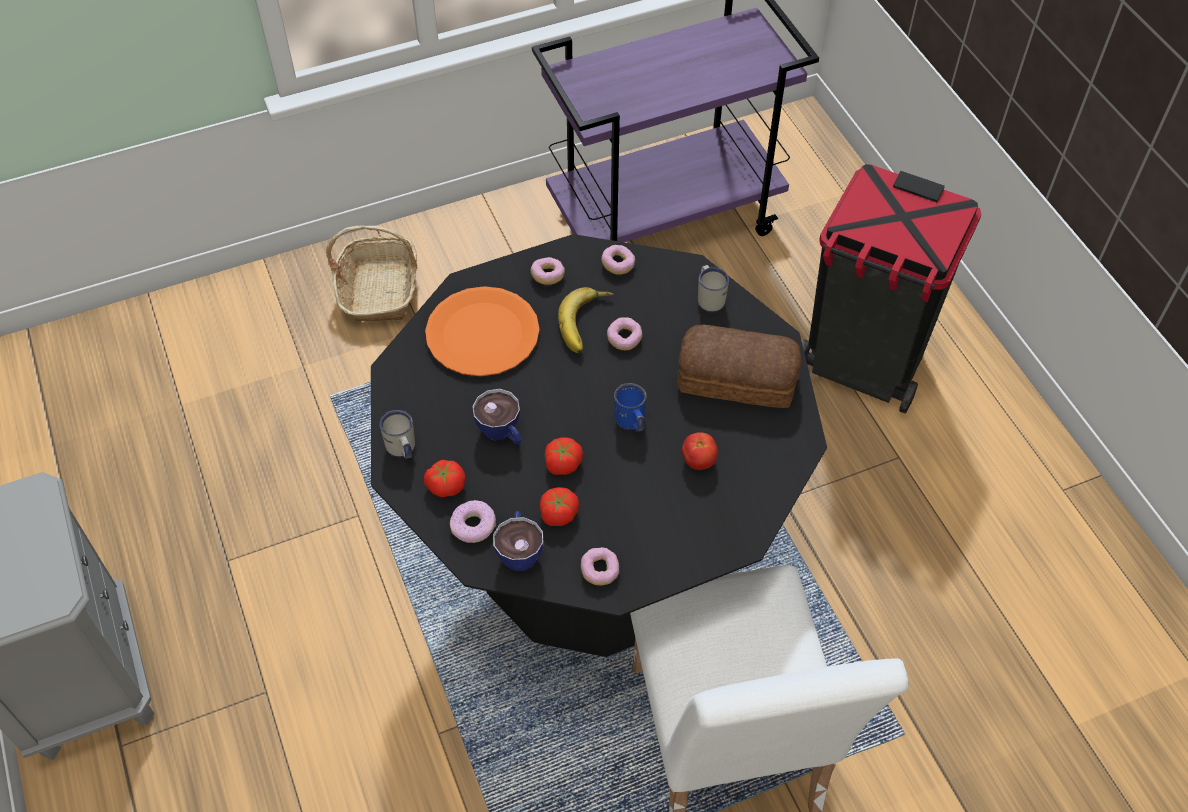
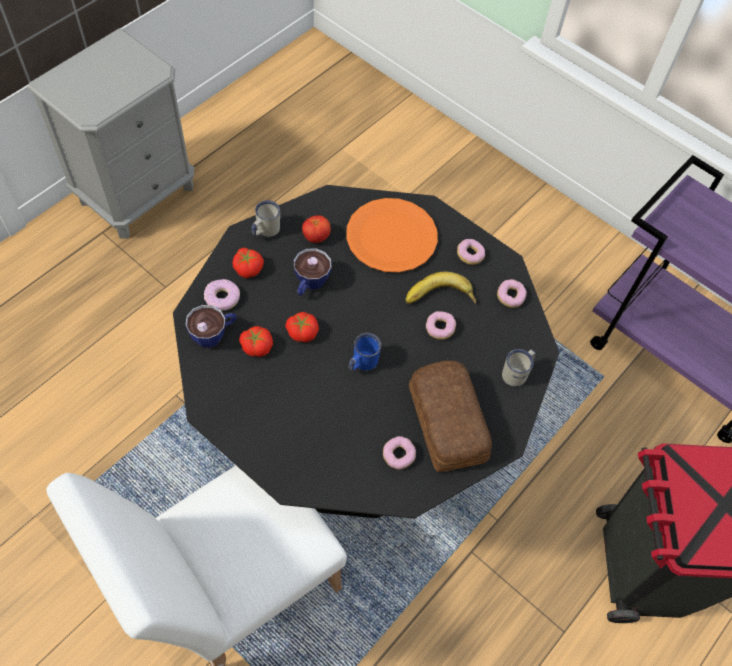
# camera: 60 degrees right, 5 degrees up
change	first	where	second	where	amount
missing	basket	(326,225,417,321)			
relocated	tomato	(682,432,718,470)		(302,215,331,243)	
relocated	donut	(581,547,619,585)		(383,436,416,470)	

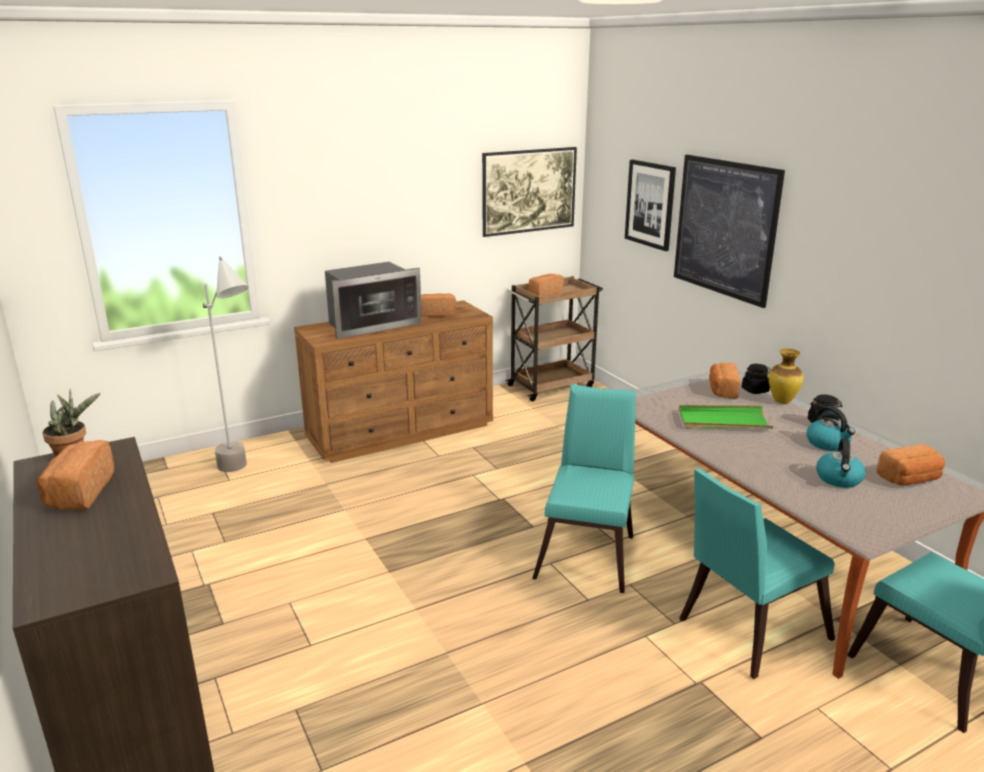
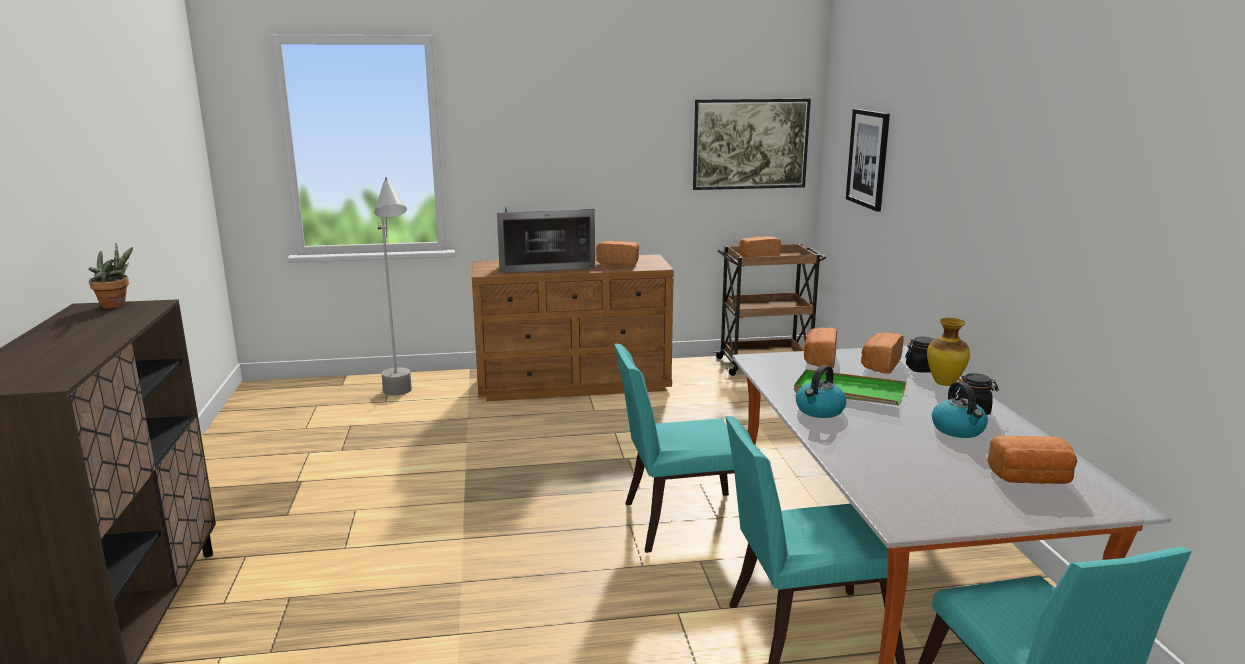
# camera: 20 degrees right, 5 degrees down
change	first	where	second	where	amount
missing	picture	(674,155,785,308)			
spun	turquoise chair	(532,384,636,593)		(614,344,734,553)	135 degrees counterclockwise
relocated	kettle	(816,438,866,488)		(796,365,846,418)	
relocated	bread	(36,440,114,510)		(804,327,837,368)	

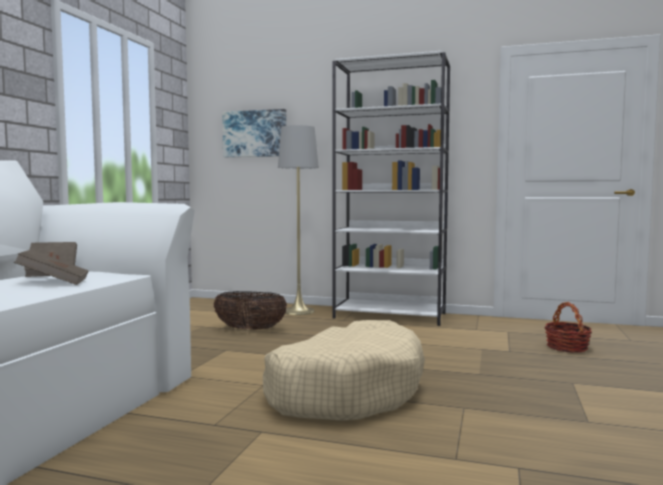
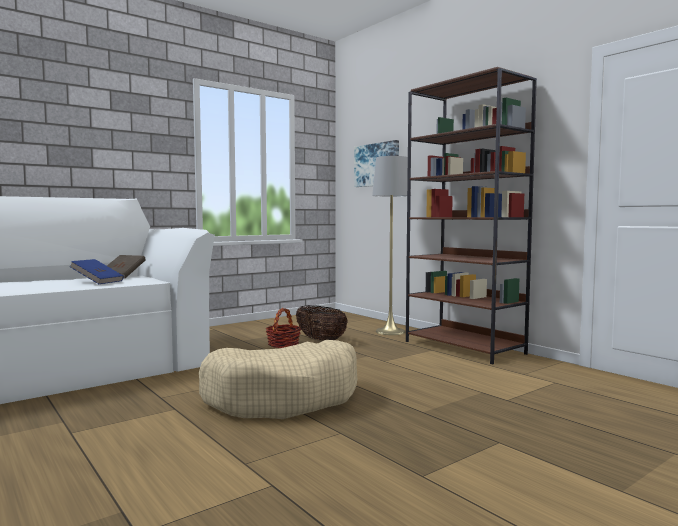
# camera: 35 degrees right, 0 degrees up
change	first	where	second	where	amount
colour	white bookcase	(332,51,450,326)	brown bookcase	(406,67,537,364)	
colour	brown book	(14,250,89,285)	blue book	(70,259,124,284)	
relocated	basket	(545,302,592,352)		(266,308,301,348)	

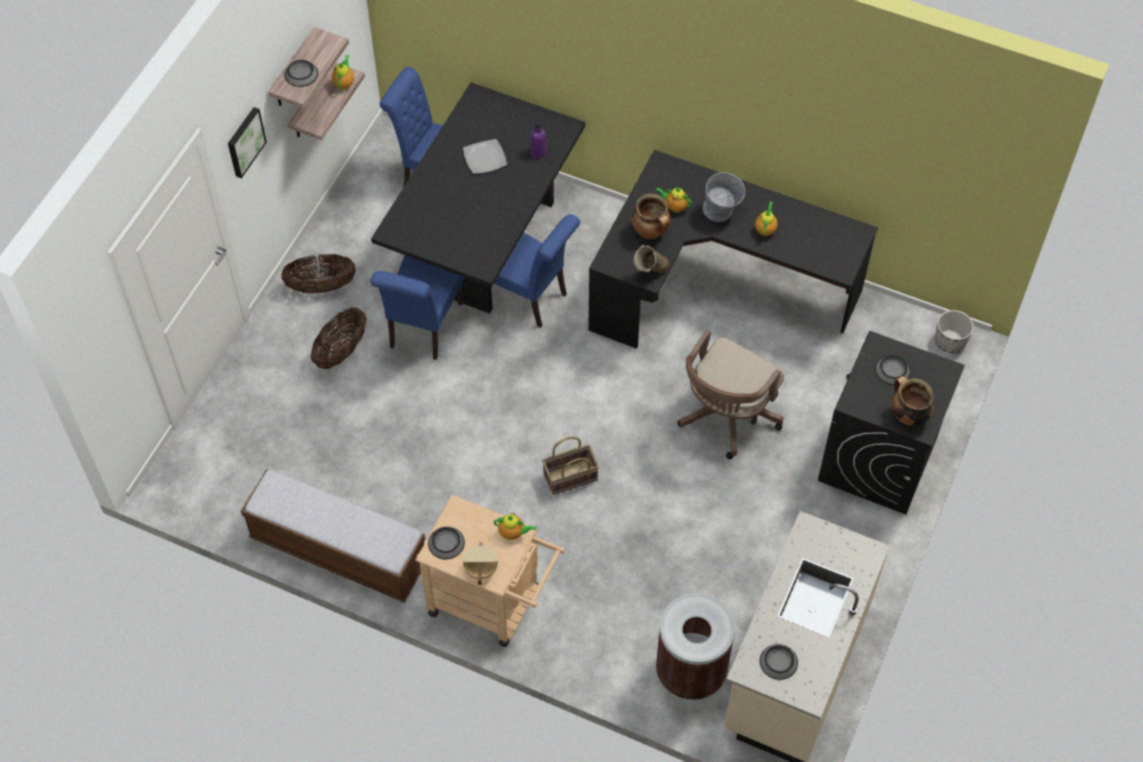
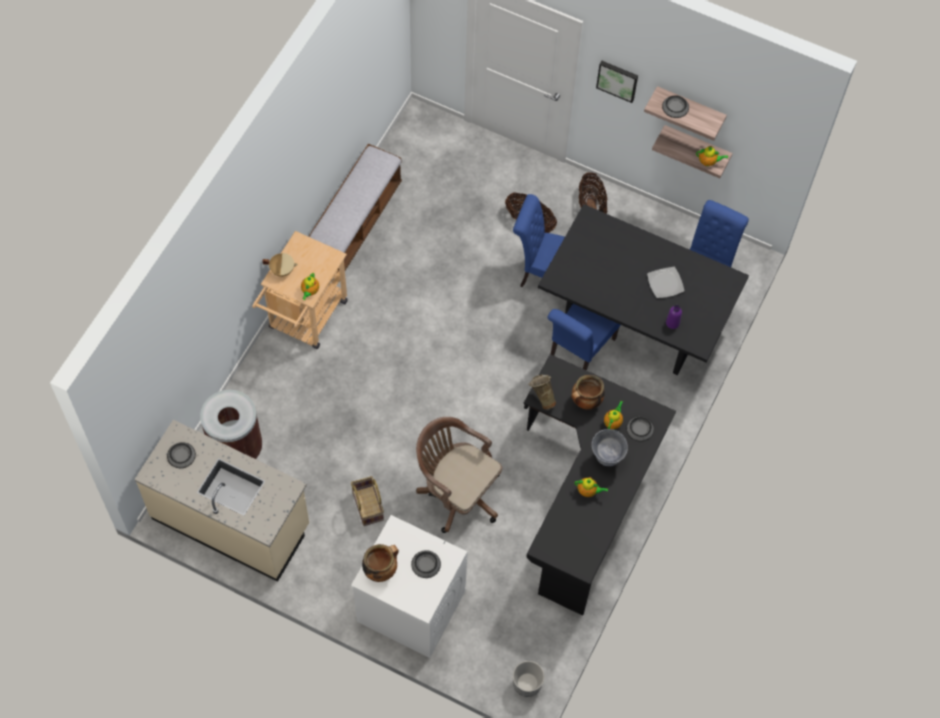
# camera: 90 degrees right, 5 degrees up
change	first	where	second	where	amount
colour	black washing machine	(818,331,965,515)	white washing machine	(351,515,468,658)	
relocated	basket	(542,437,599,495)		(351,476,384,526)	
relocated	bowl	(428,527,465,559)		(626,416,654,442)	

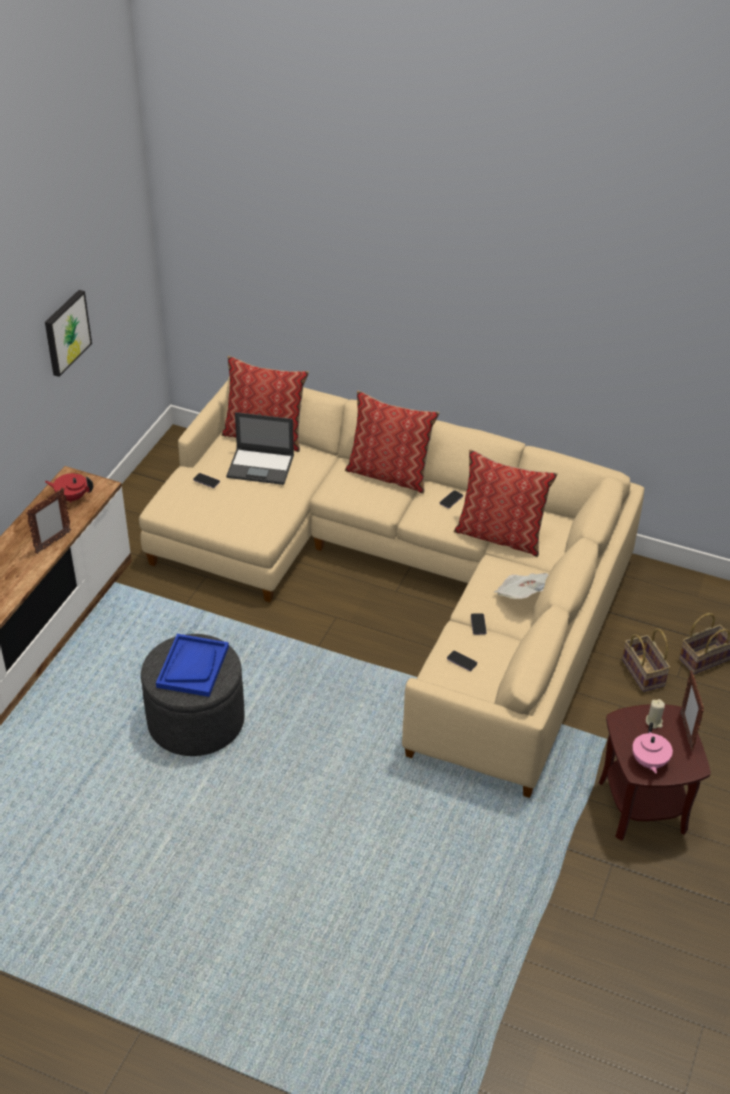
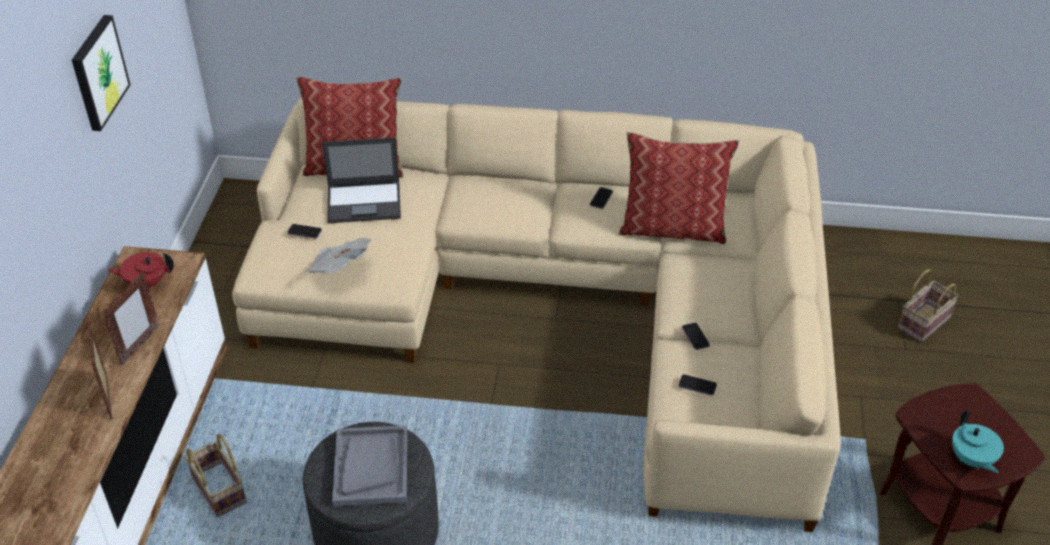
# camera: 15 degrees left, 0 degrees up
change	first	where	second	where	amount
missing	pillow	(345,391,440,494)			
relocated	newspaper	(494,573,549,599)		(305,238,372,274)	
relocated	basket	(622,629,670,692)		(185,434,247,517)	
colour	blue tray	(156,634,229,697)	grey tray	(332,425,407,506)	
relocated	picture frame	(681,671,704,751)		(87,321,113,419)	
missing	beige candle	(646,699,665,729)			
colour	pink teapot	(632,722,673,773)	turquoise teapot	(952,411,1004,473)	

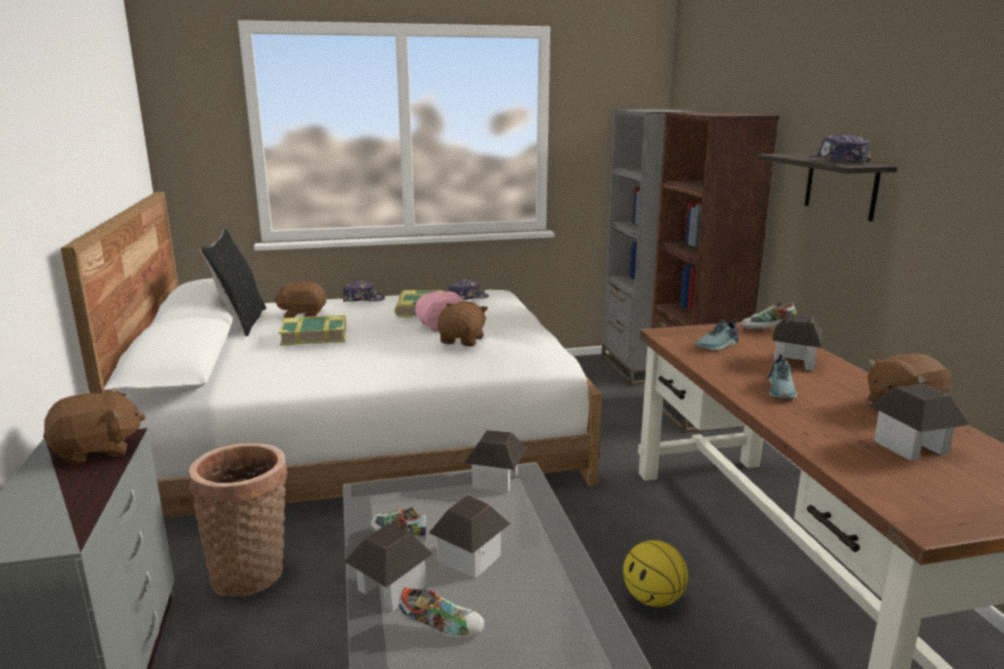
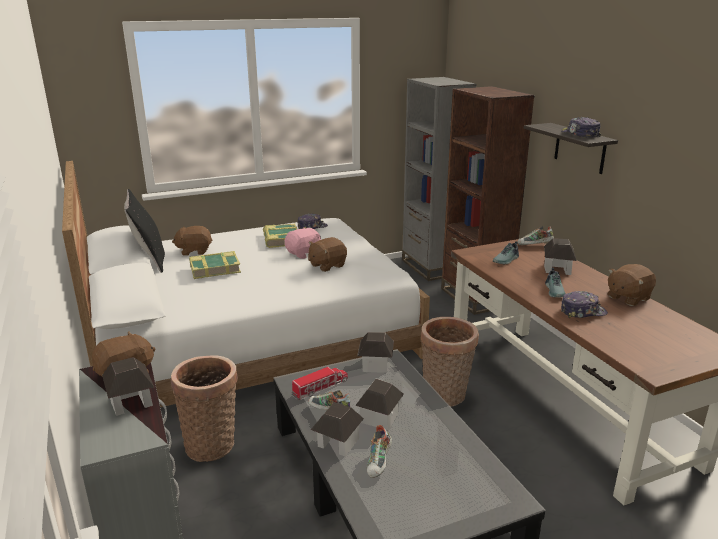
# camera: 10 degrees left, 5 degrees up
change	first	where	second	where	amount
relocated	cap	(343,281,385,302)		(561,291,608,318)	
spun	brown plush toy	(438,301,488,347)		(308,237,347,272)	135 degrees counterclockwise
relocated	toy house	(870,383,969,461)		(102,357,154,416)	
missing	basketball	(623,540,688,607)			
spun	shoe	(398,587,485,639)		(367,425,392,478)	105 degrees clockwise
appeared			basket	(421,317,479,407)	
appeared			toy truck	(291,367,348,400)	

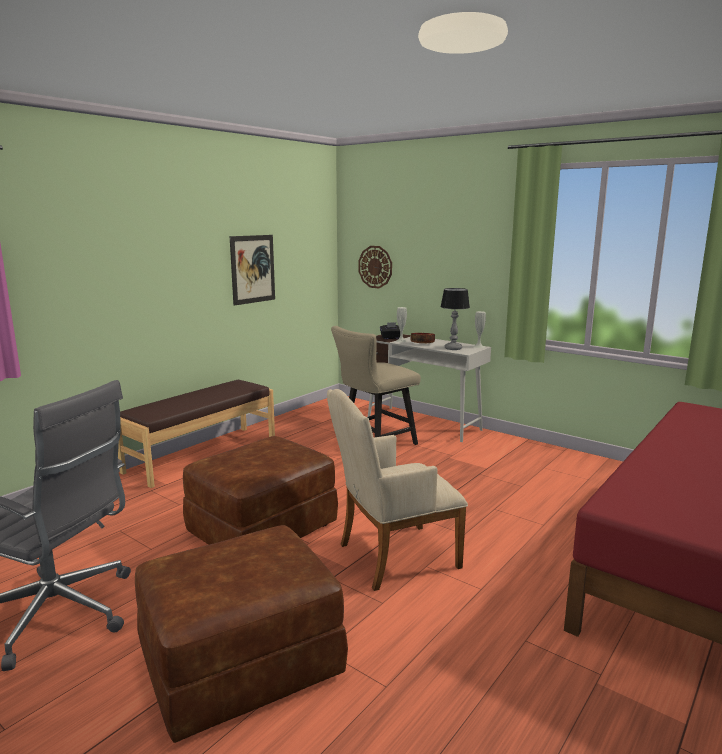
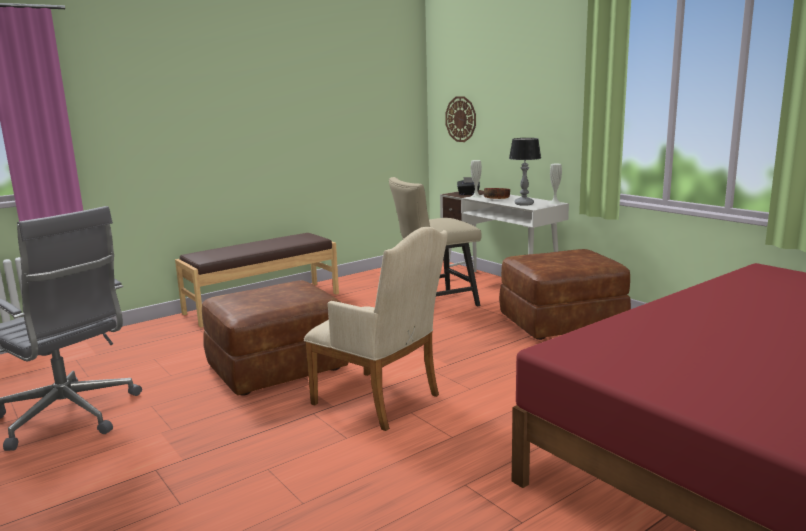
# camera: 15 degrees right, 0 degrees up
change	first	where	second	where	amount
missing	picture	(230,235,275,306)			
spun	beige armchair	(327,389,468,591)		(304,227,448,431)	135 degrees counterclockwise
relocated	brown ottoman	(135,525,348,743)		(499,249,631,340)	

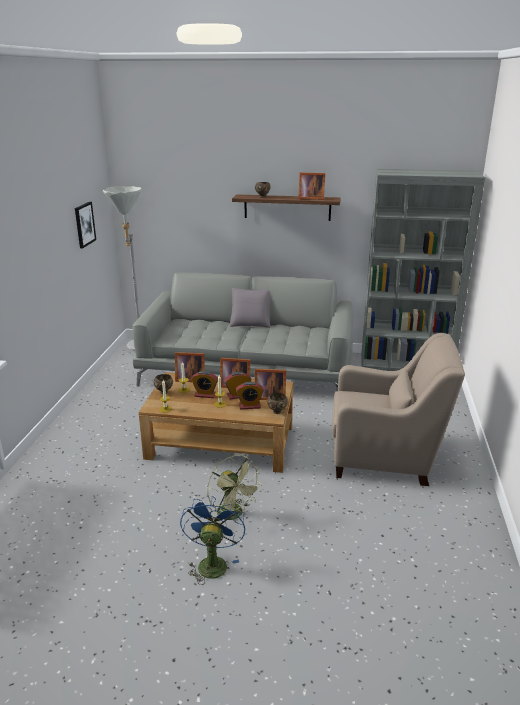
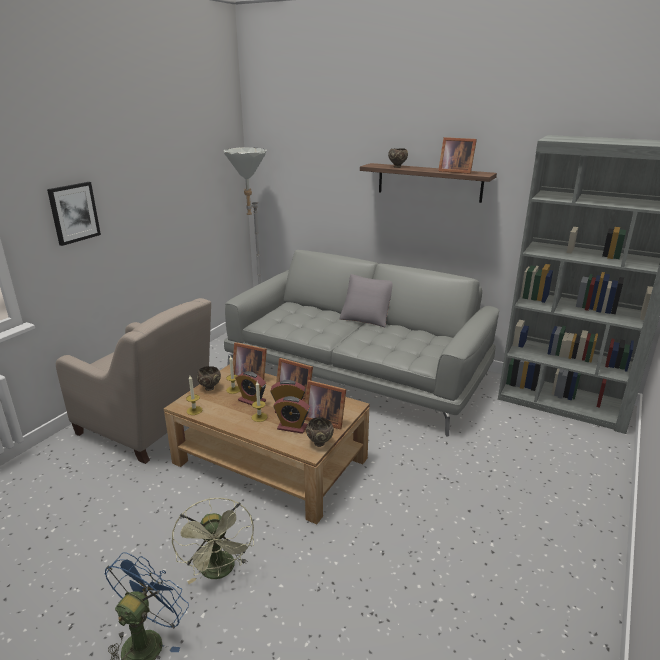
# camera: 20 degrees right, 0 degrees up
change	first	where	second	where	amount
relocated	picture	(75,202,96,248)		(47,182,101,246)	
relocated	beige armchair	(332,333,465,486)		(56,298,211,464)	

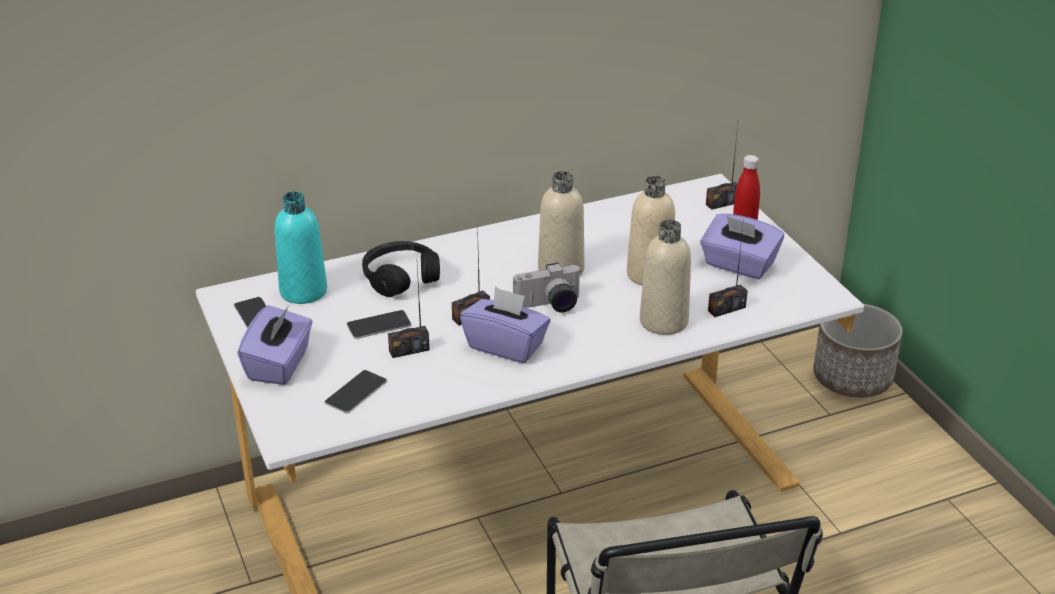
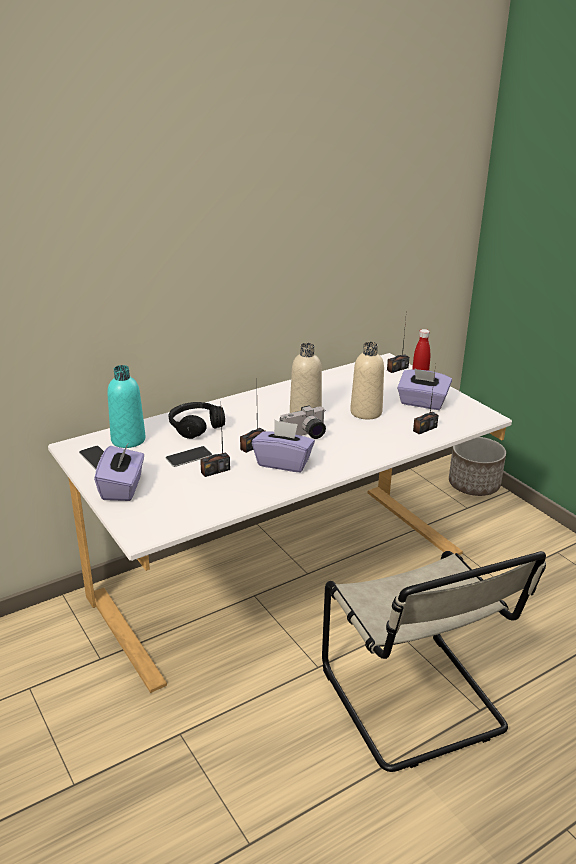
# camera: 10 degrees left, 5 degrees down
change	first	where	second	where	amount
missing	beige bottle	(640,220,691,335)			
missing	phone	(324,370,387,413)			

